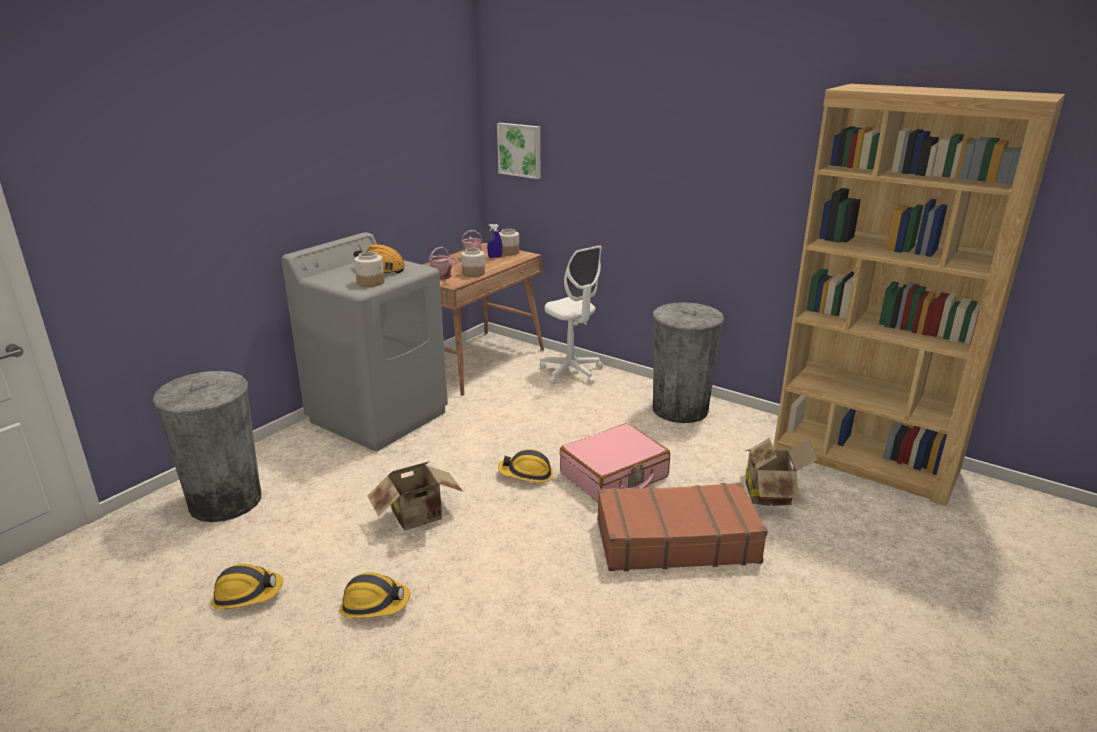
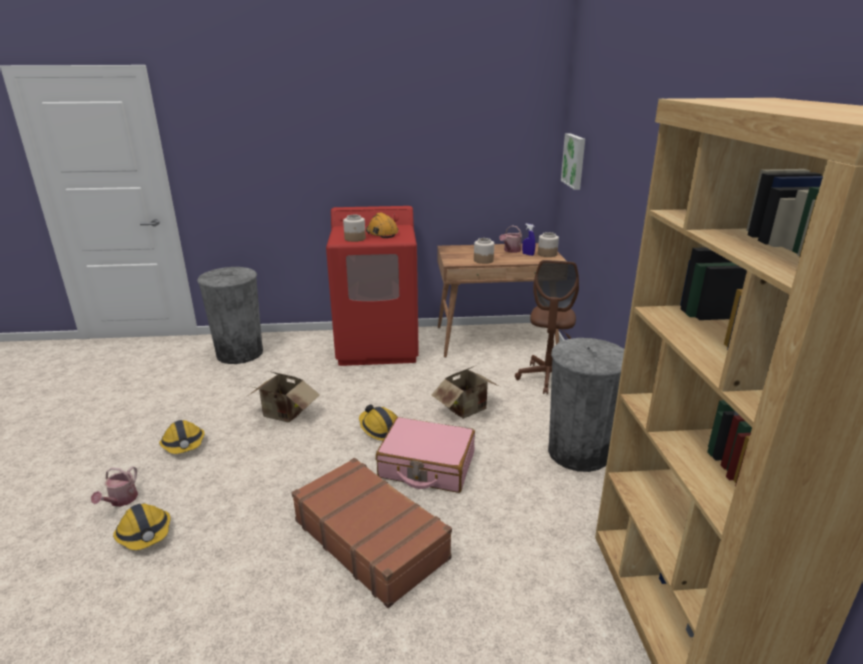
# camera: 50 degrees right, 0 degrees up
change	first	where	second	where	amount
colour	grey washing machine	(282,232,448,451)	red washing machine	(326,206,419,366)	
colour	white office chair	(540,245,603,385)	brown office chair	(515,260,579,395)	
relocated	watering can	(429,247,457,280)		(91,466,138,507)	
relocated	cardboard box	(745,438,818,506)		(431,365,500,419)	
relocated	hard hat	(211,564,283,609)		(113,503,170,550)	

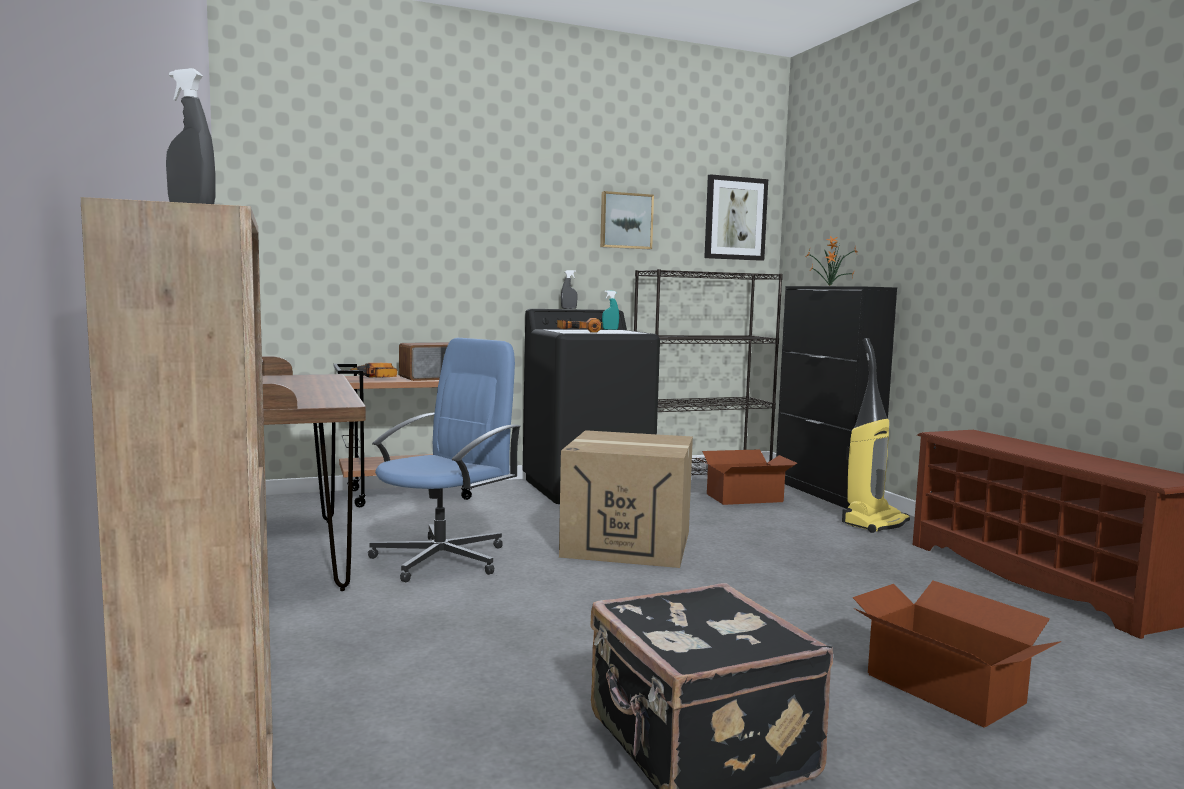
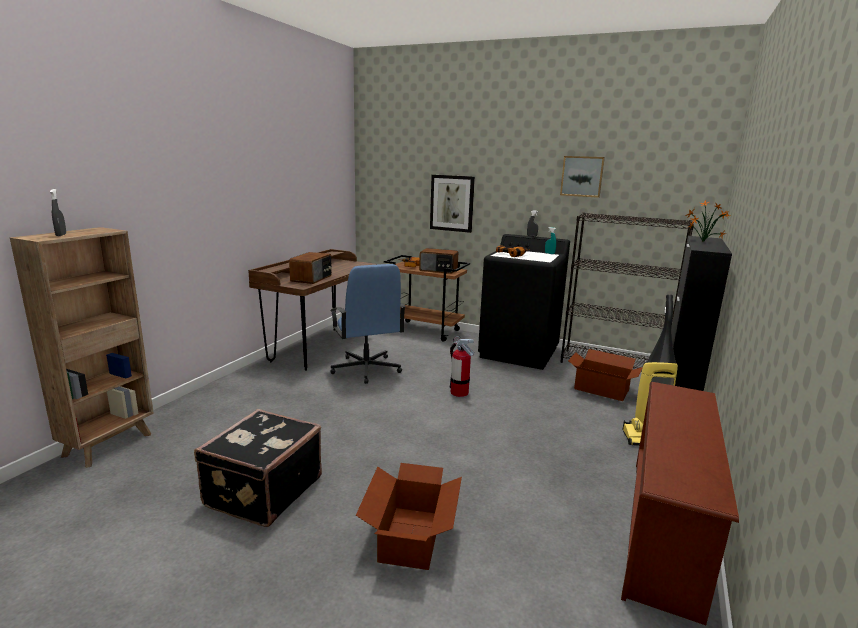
# camera: 45 degrees right, 10 degrees up
change	first	where	second	where	amount
relocated	picture	(704,174,768,261)		(430,175,475,233)	
spun	blue office chair	(368,338,521,582)		(330,264,406,384)	75 degrees clockwise
exchanged	cardboard box	(559,430,693,568)	fire extinguisher	(450,336,474,397)	
appeared			radio	(289,252,332,284)	

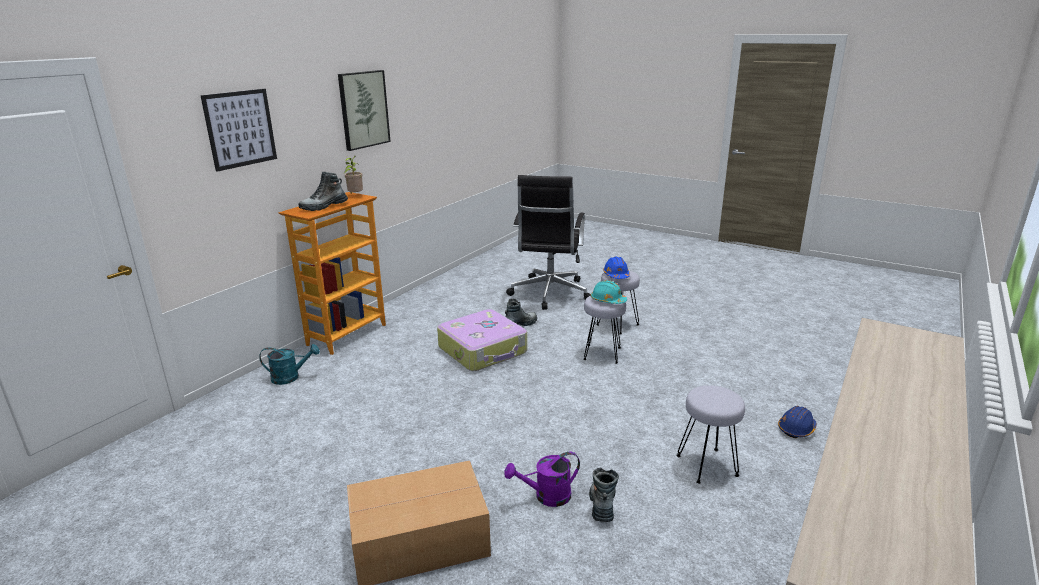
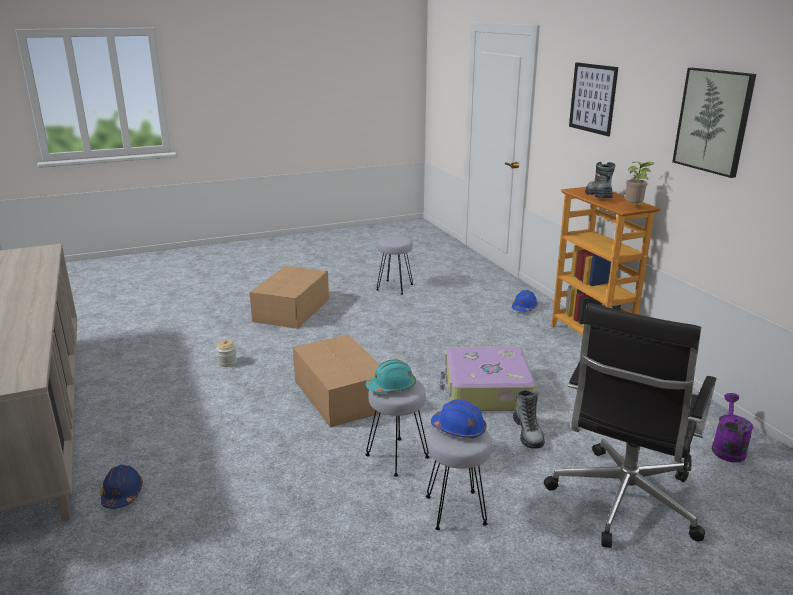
# camera: 125 degrees right, 0 degrees up
change	first	where	second	where	amount
spun	black office chair	(506,175,591,310)		(544,303,716,548)	105 degrees counterclockwise
exchanged	turquoise watering can	(259,344,320,385)	blue hard hat	(512,290,538,312)	
relocated	grey stool	(676,385,745,484)		(376,236,413,294)	
relocated	purple watering can	(504,452,580,507)		(712,393,754,463)	
exchanged	boot	(589,468,619,522)	jar	(216,340,237,367)	
appeared			cardboard box	(293,334,380,428)	

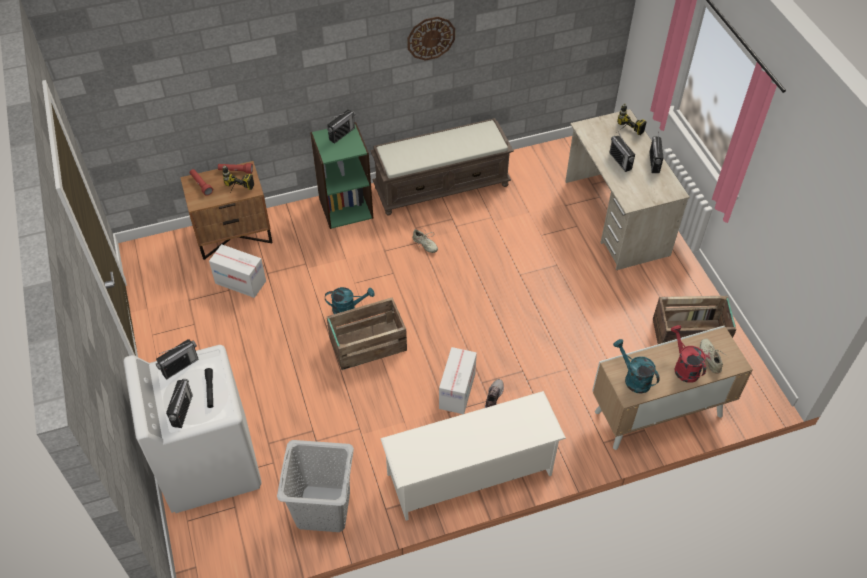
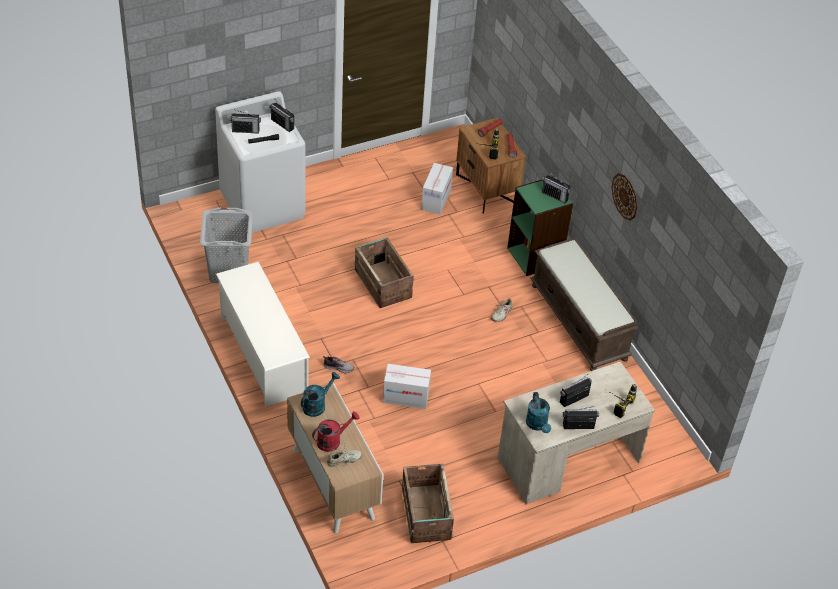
# camera: 80 degrees right, 5 degrees down
change	first	where	second	where	amount
relocated	turquoise watering can	(325,287,375,314)		(526,392,551,433)	
relocated	cardboard box	(439,347,477,414)		(383,364,431,409)	

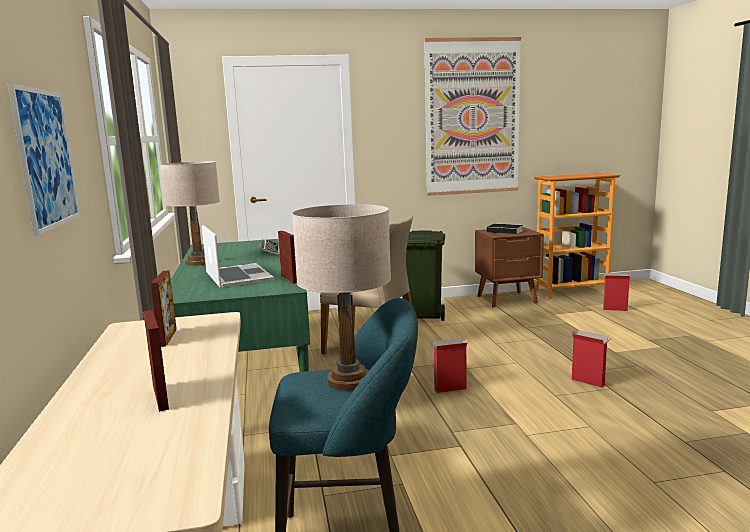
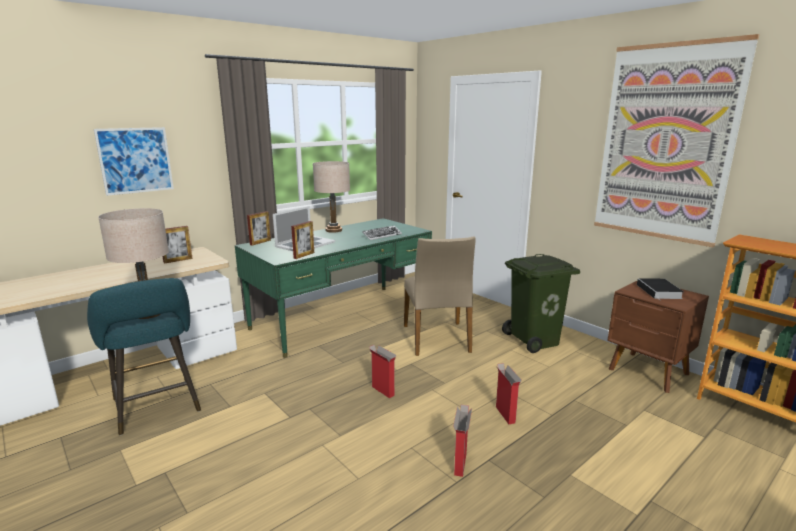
# camera: 60 degrees right, 5 degrees up
change	first	where	second	where	amount
relocated	cardboard box	(602,273,632,311)		(496,363,522,424)	
relocated	picture frame	(143,310,169,412)		(247,211,271,245)	

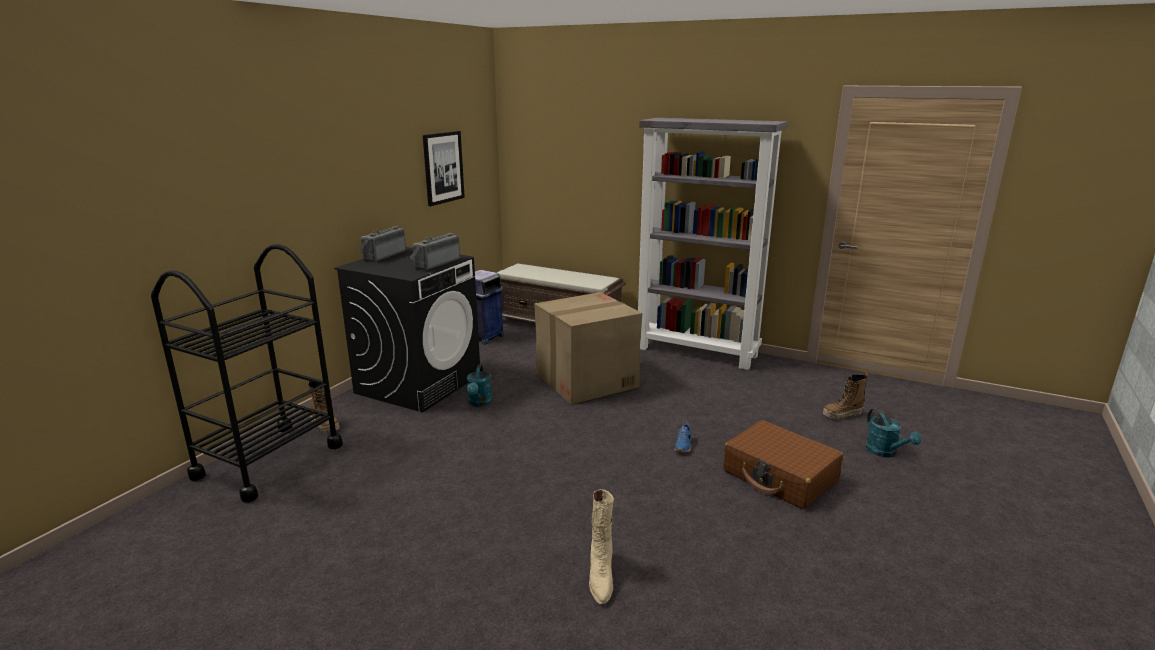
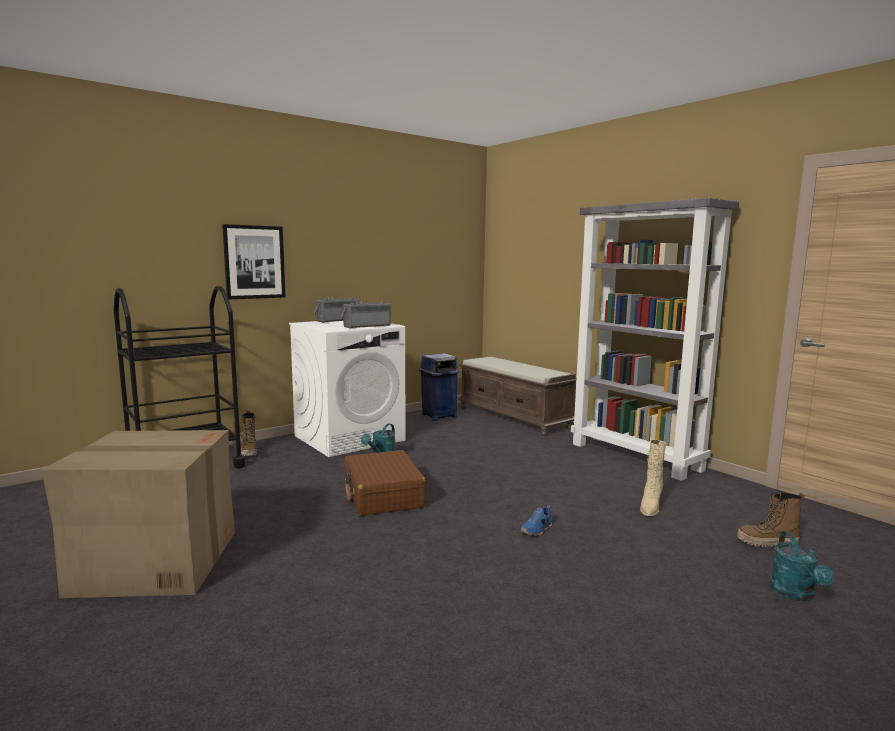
# camera: 25 degrees right, 10 degrees down
change	first	where	second	where	amount
relocated	picture	(423,131,465,206)		(222,224,286,299)	
colour	black washing machine	(335,247,480,412)	white washing machine	(289,321,405,457)	
relocated	cardboard box	(534,292,642,404)		(42,430,235,598)	
relocated	brown suitcase	(723,420,843,509)		(344,450,426,516)	
relocated	beige boot	(589,490,614,604)		(640,440,666,516)	

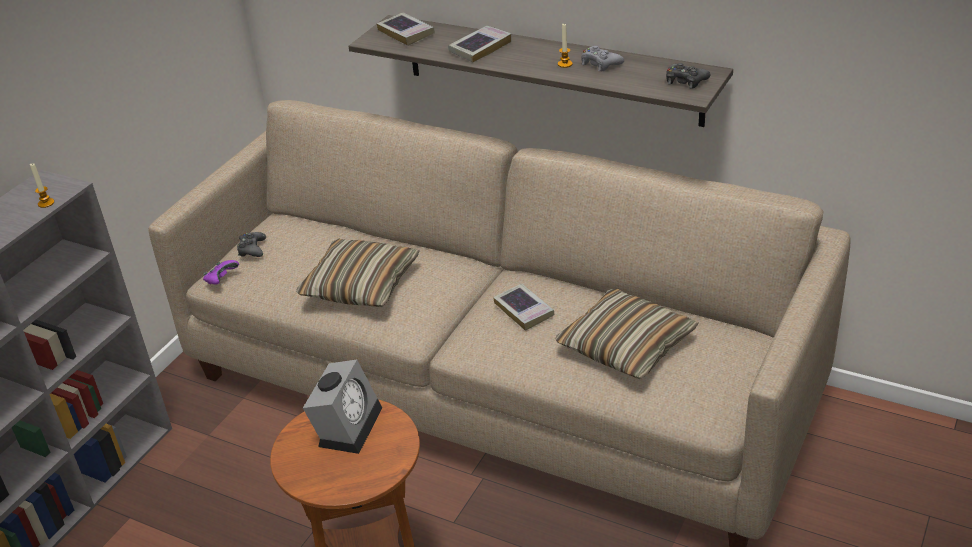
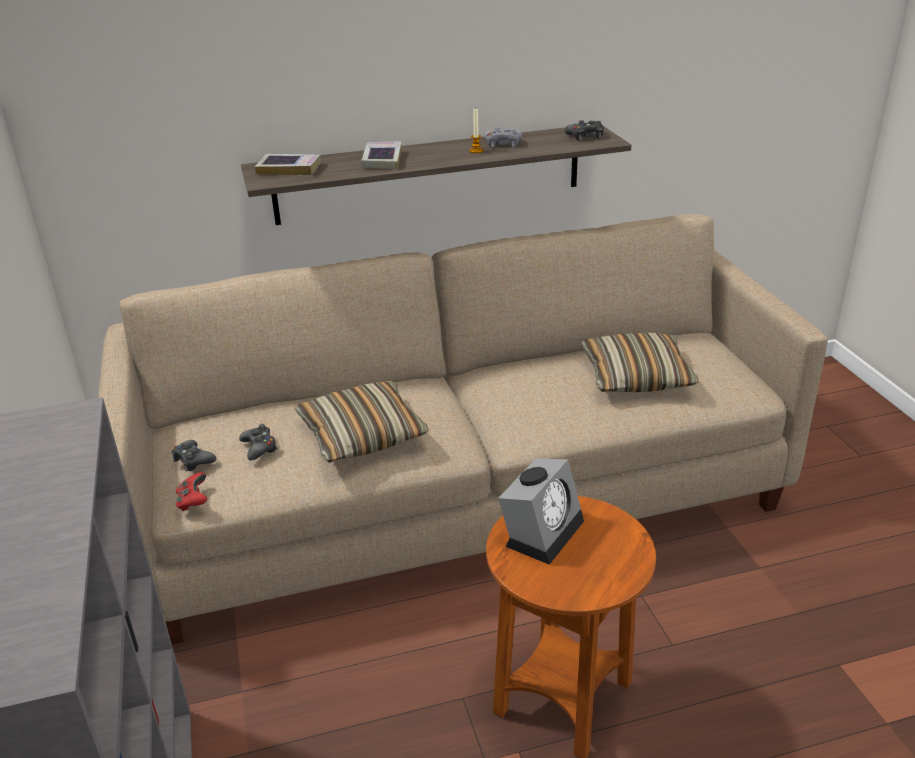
# camera: 45 degrees left, 5 degrees down
change	first	where	second	where	amount
missing	candle	(30,163,54,208)			
colour	purple game controller	(203,260,239,285)	red game controller	(176,472,207,511)	
missing	book	(493,283,554,331)			
spun	alarm clock	(303,359,382,454)		(498,458,584,565)	60 degrees clockwise
appeared			black game controller	(239,424,278,460)	

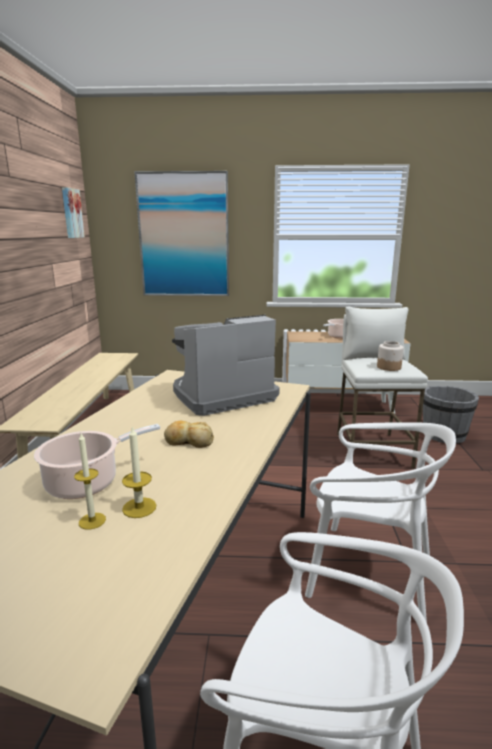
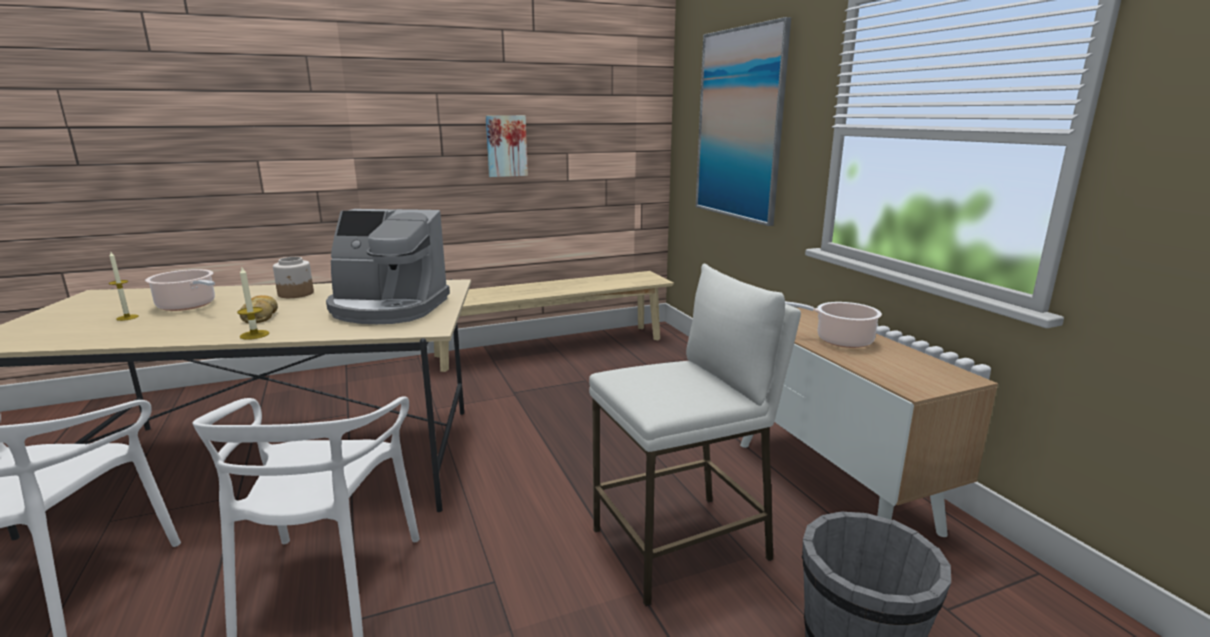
# camera: 65 degrees right, 0 degrees up
change	first	where	second	where	amount
relocated	picture	(62,187,85,238)		(486,115,528,177)	
spun	coffee machine	(172,315,280,416)		(326,209,450,324)	150 degrees clockwise
relocated	jar	(377,341,404,371)		(273,257,314,298)	
relocated	candle	(122,426,156,518)		(237,267,269,340)	

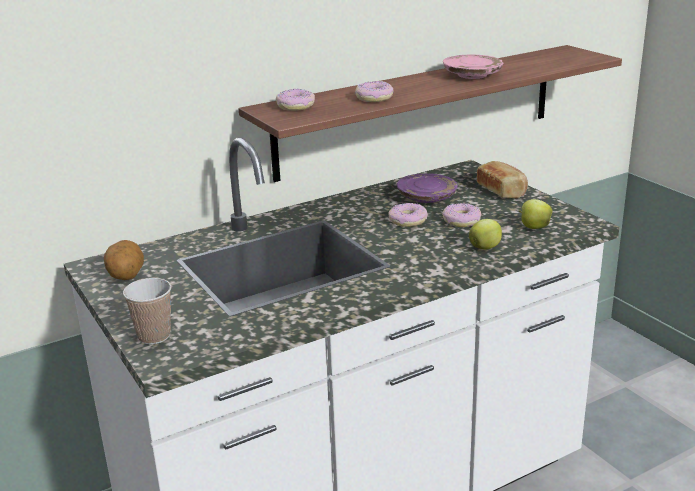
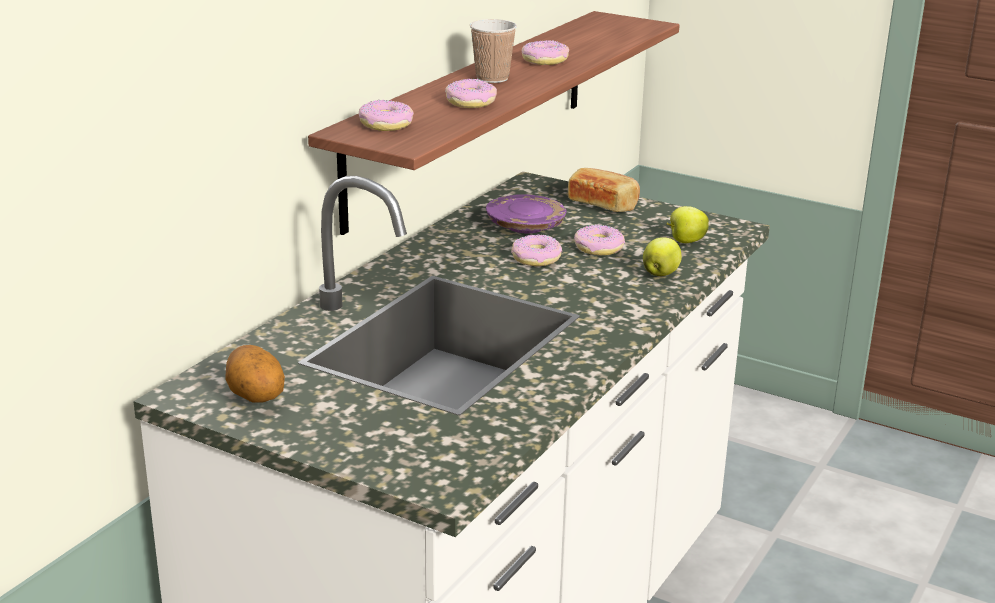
# camera: 30 degrees left, 0 degrees up
change	first	where	second	where	amount
exchanged	pink plate	(443,55,503,79)	donut	(522,40,569,65)	
relocated	cup	(123,278,171,344)		(470,19,517,83)	

